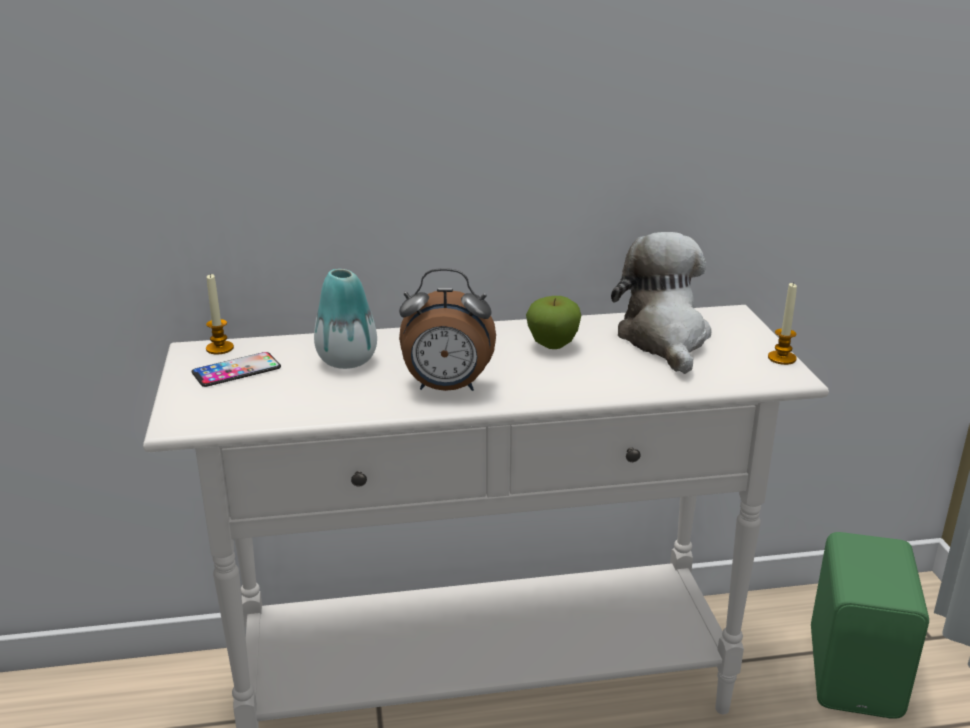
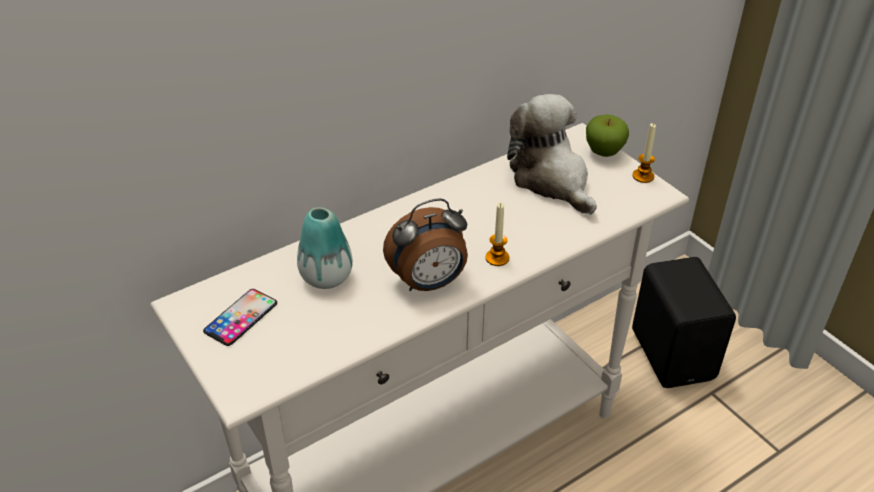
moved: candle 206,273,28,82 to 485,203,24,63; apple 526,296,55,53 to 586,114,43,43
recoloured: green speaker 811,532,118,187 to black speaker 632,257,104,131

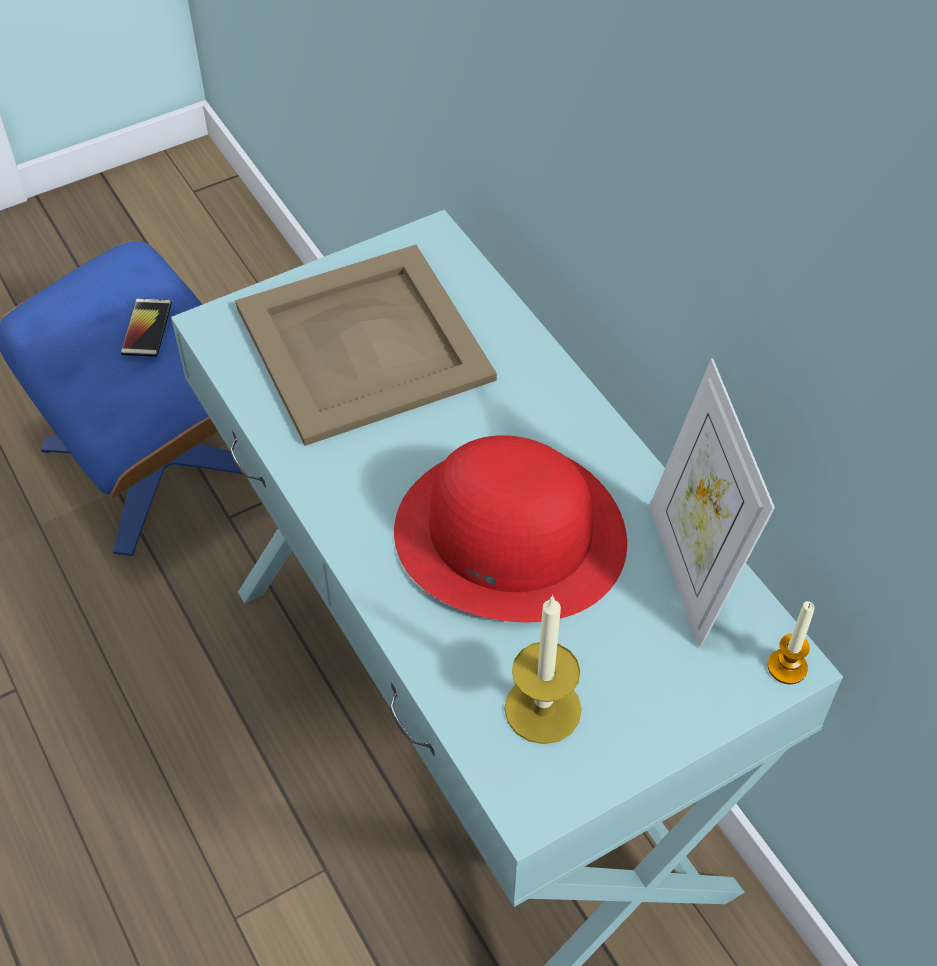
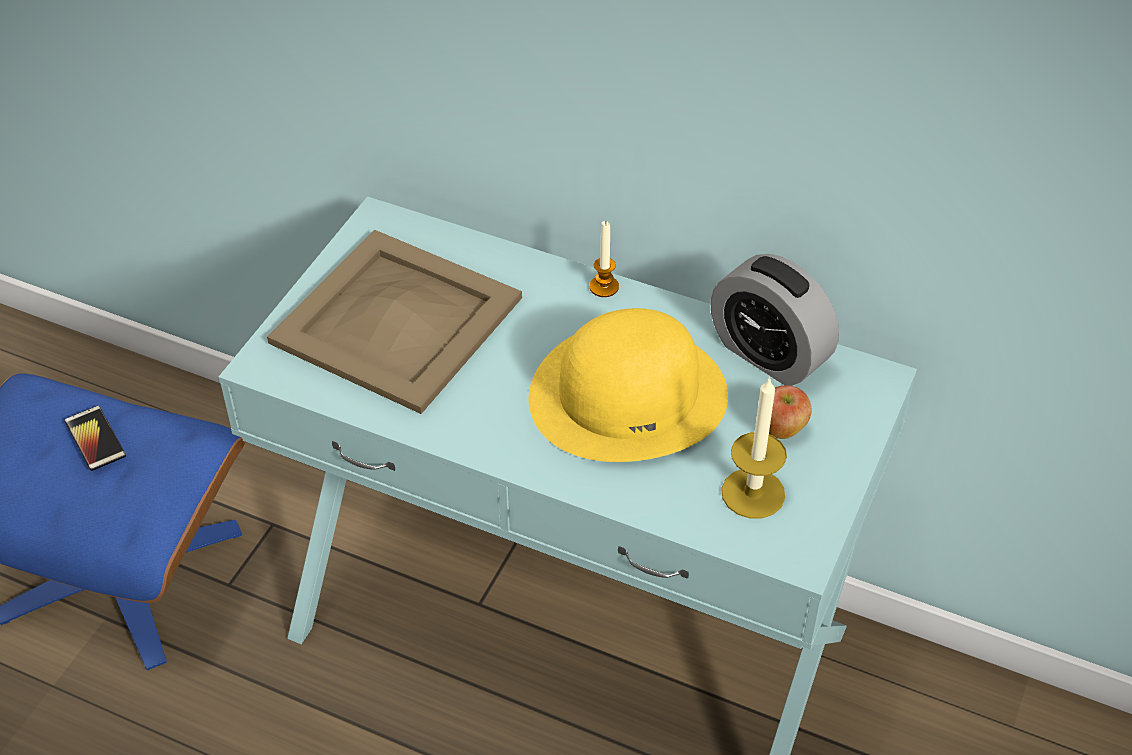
added: apple 769,385,43,54
moved: candle 768,601,47,83 to 589,221,30,76
replaced: picture frame 649,359,126,289 to alarm clock 710,254,129,132
recoloured: red hat 394,435,233,187 to yellow hat 529,308,199,154

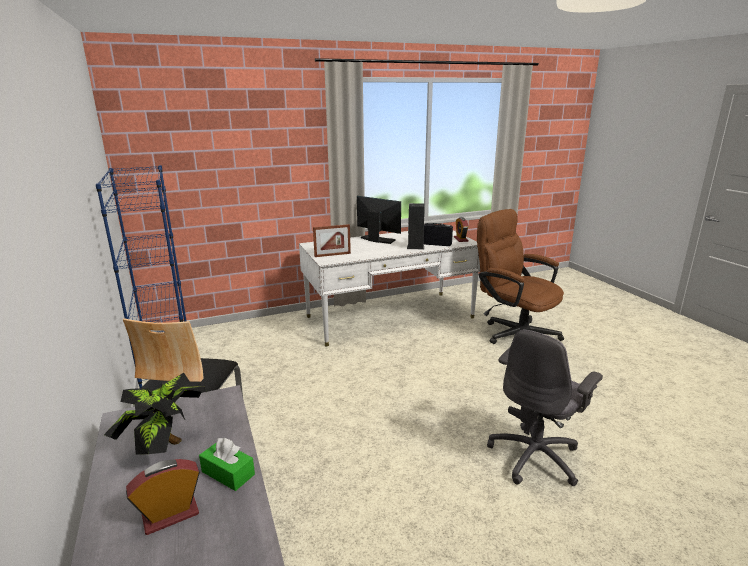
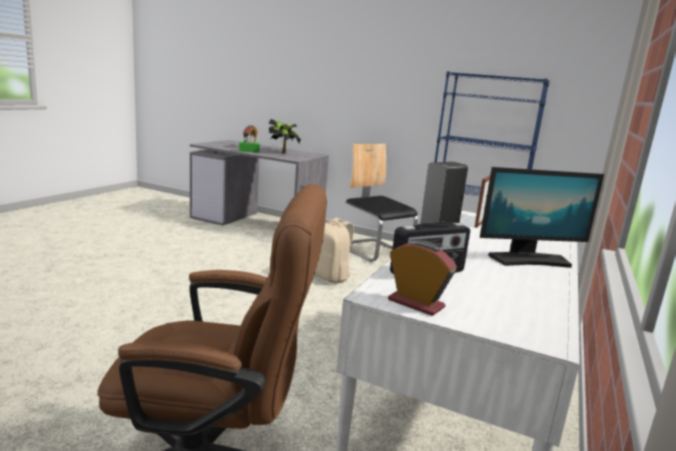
removed: grey office chair 487,330,116,156
added: beige backpack 315,218,39,65

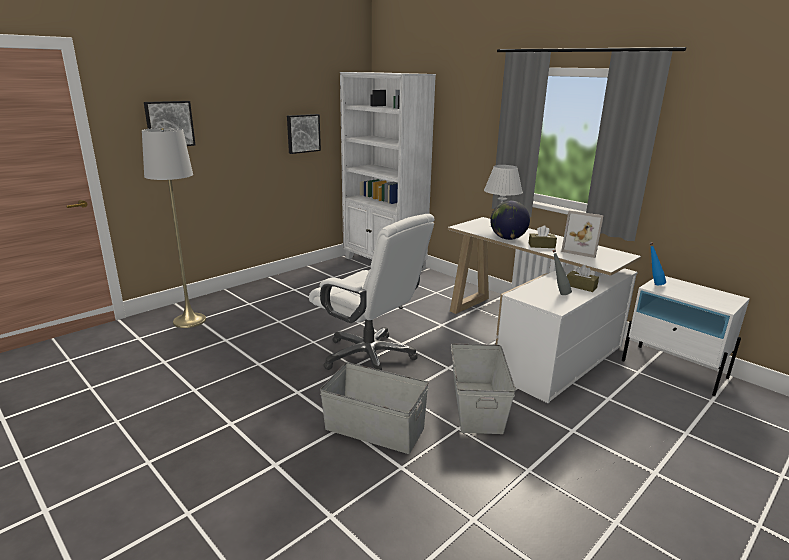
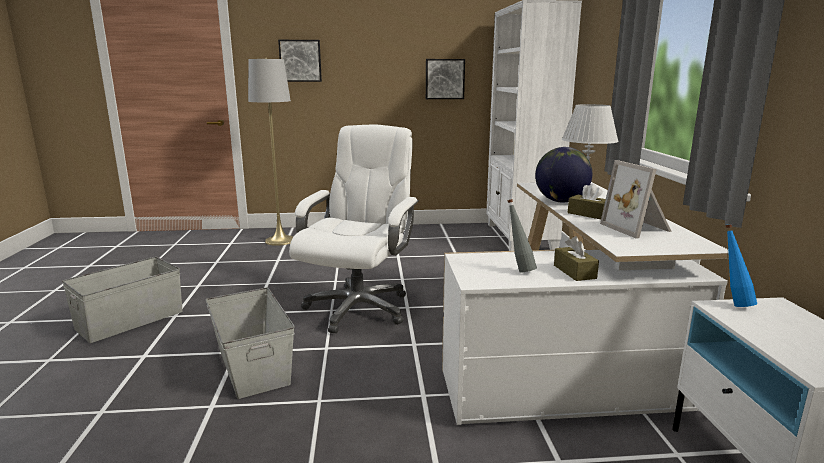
moved: grey storage box 451,343,65,91 to 62,257,121,86
turned: white office chair 309,214,126,156 = 289,125,130,208 150 degrees counterclockwise

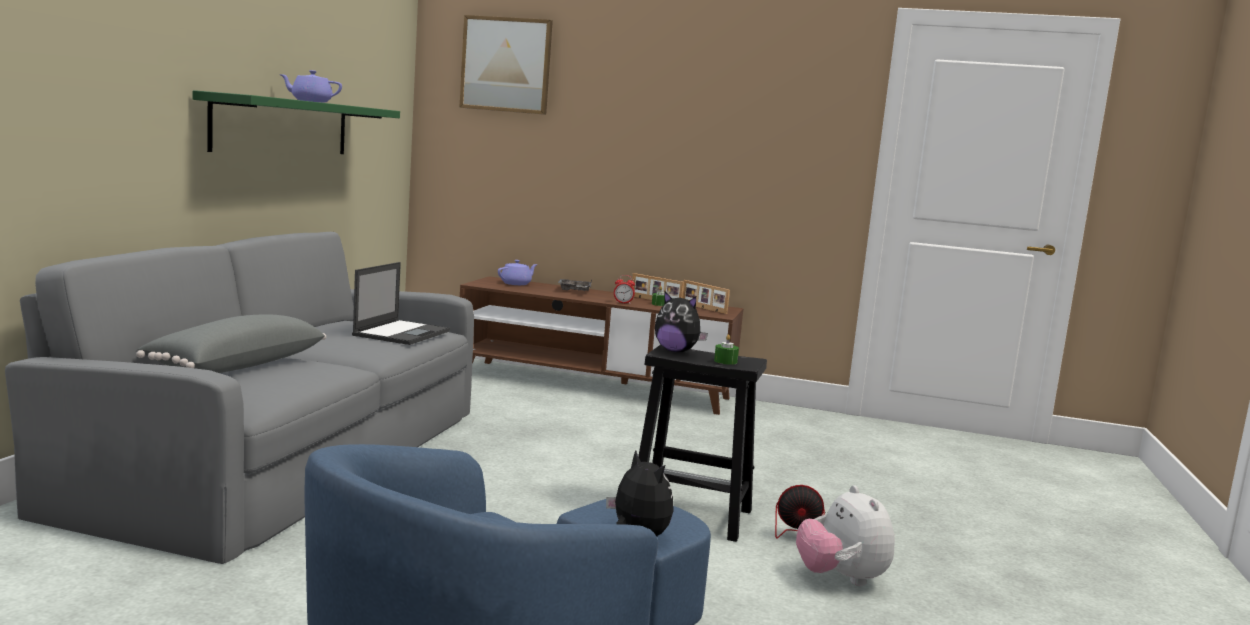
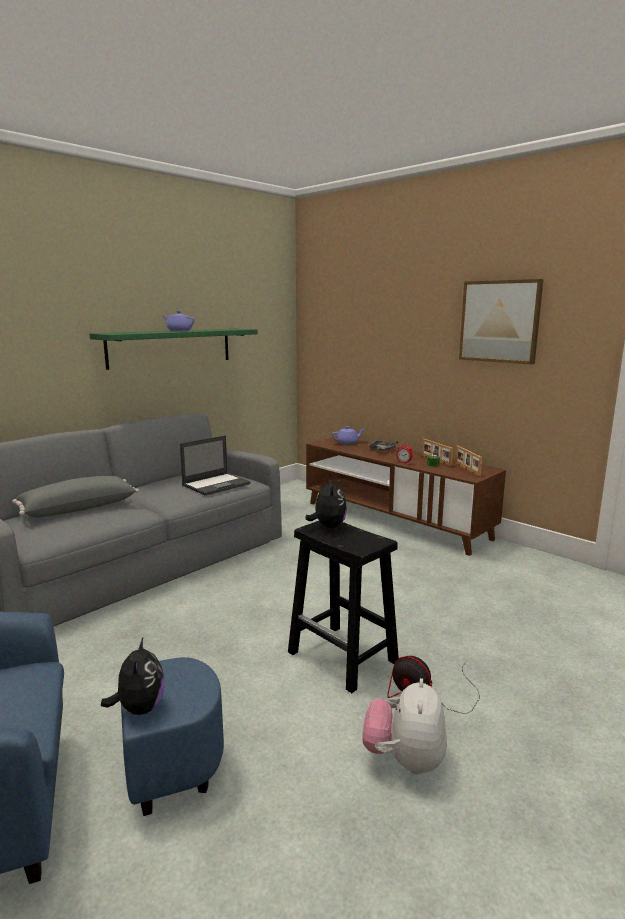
removed: green candle 714,334,25,31
moved: picture 459,15,94,100 to 459,279,84,86
turned: plush toy 655,291,53,61 = 305,478,42,50 150 degrees counterclockwise

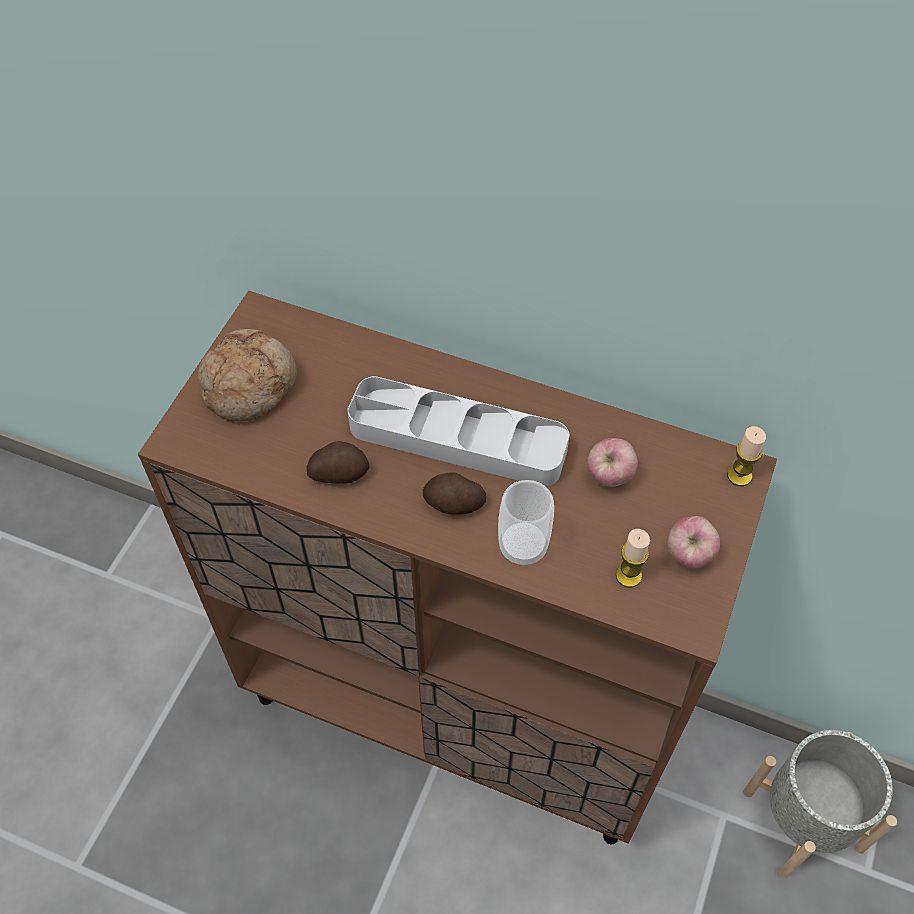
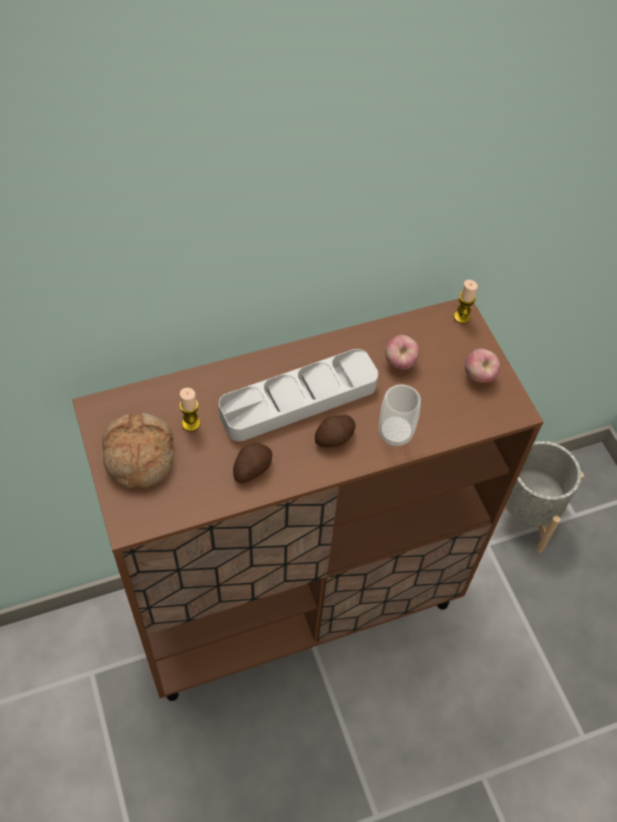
moved: candle 616,529,34,59 to 179,388,21,44

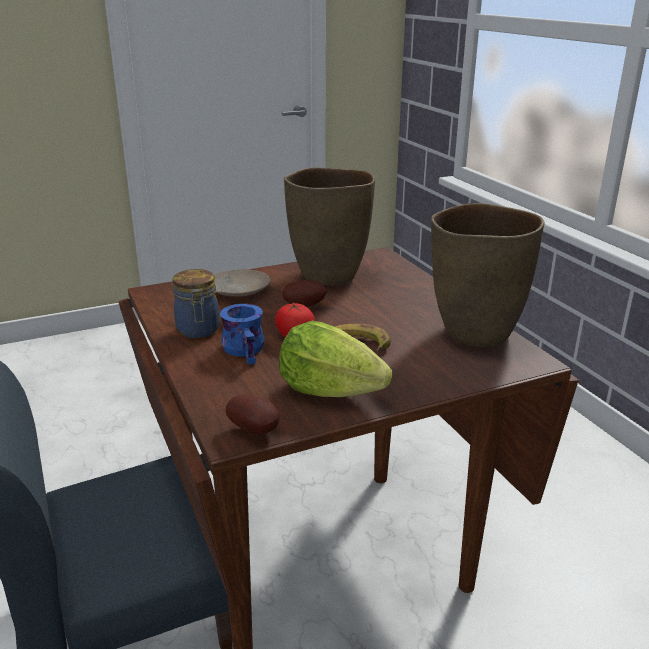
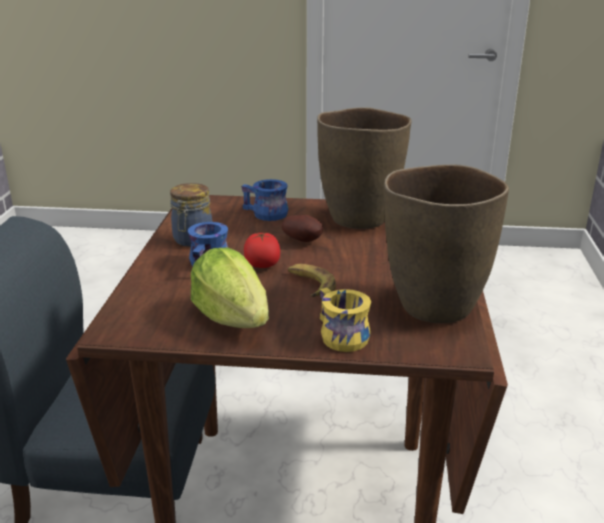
removed: potato 226,395,54,39
added: yellow mug 320,288,51,64
replaced: beige plate 214,269,57,28 to blue mug 241,179,47,42

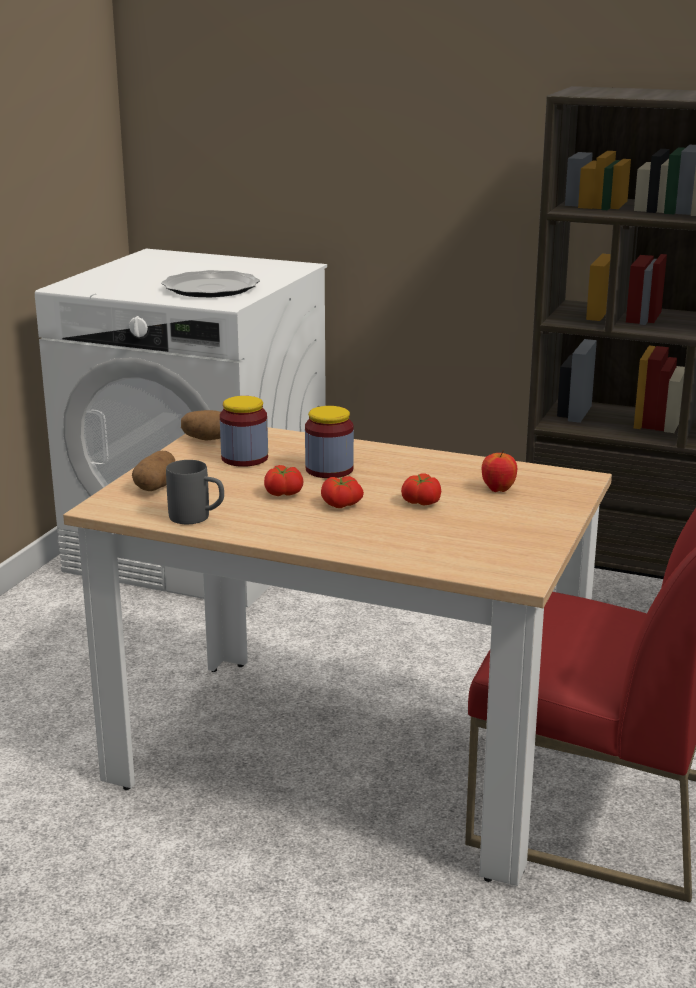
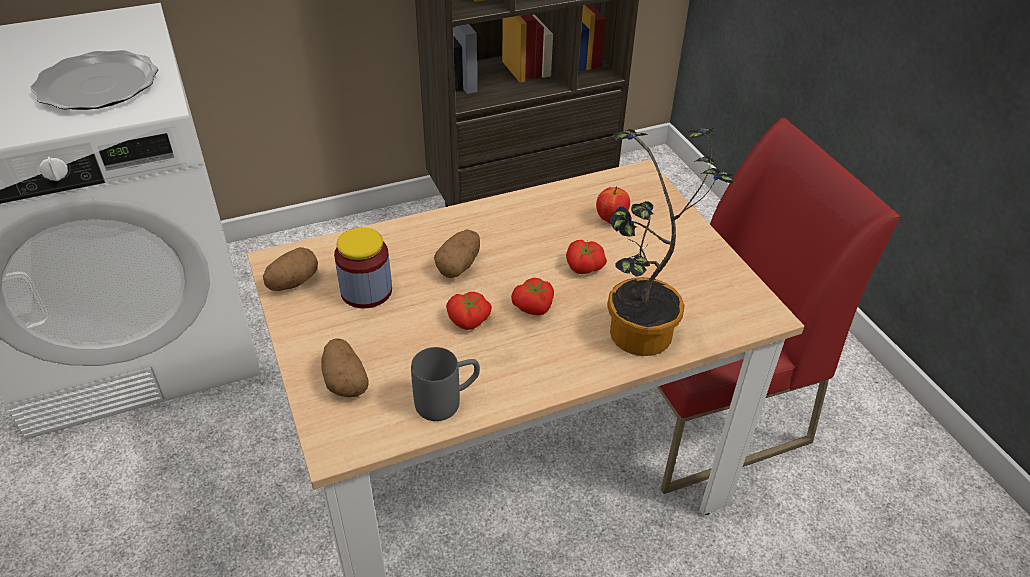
added: potted plant 607,128,127,228
replaced: jar 305,406,49,72 to potato 434,229,46,49

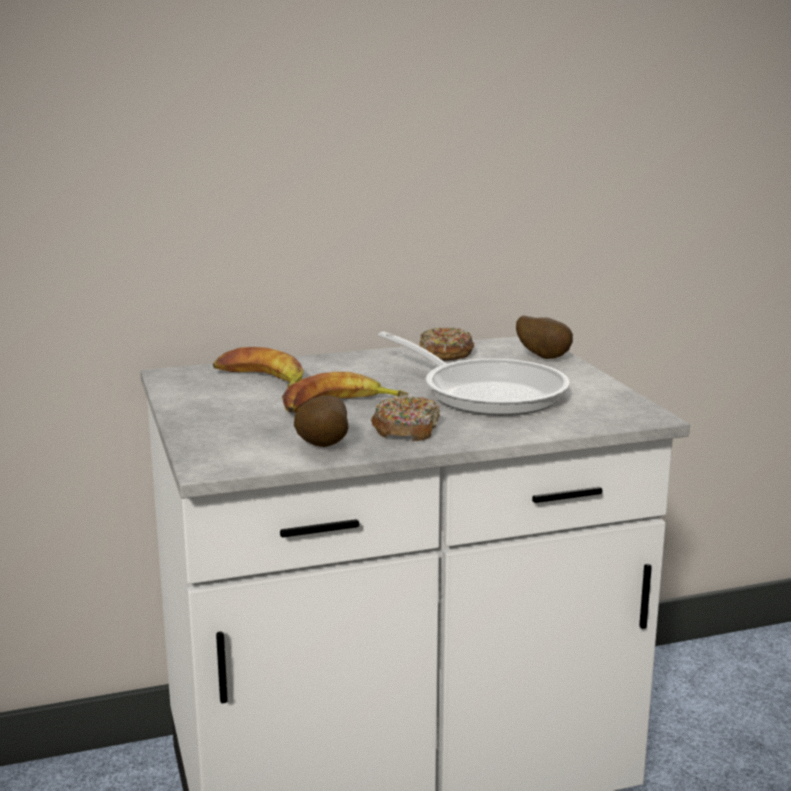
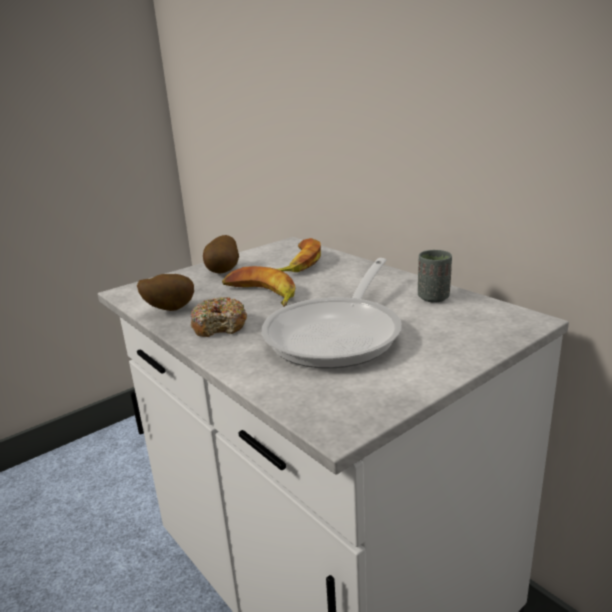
moved: potato 516,315,57,44 to 203,235,36,39
replaced: donut 419,327,55,34 to grey cup 418,250,34,52

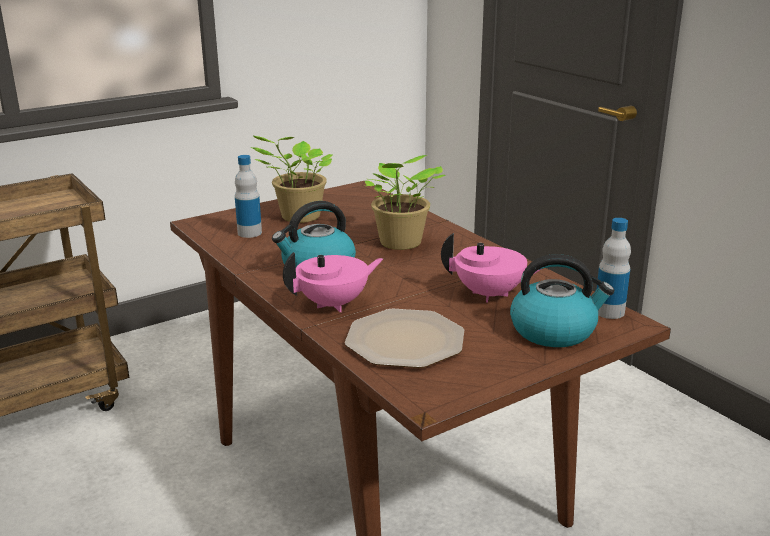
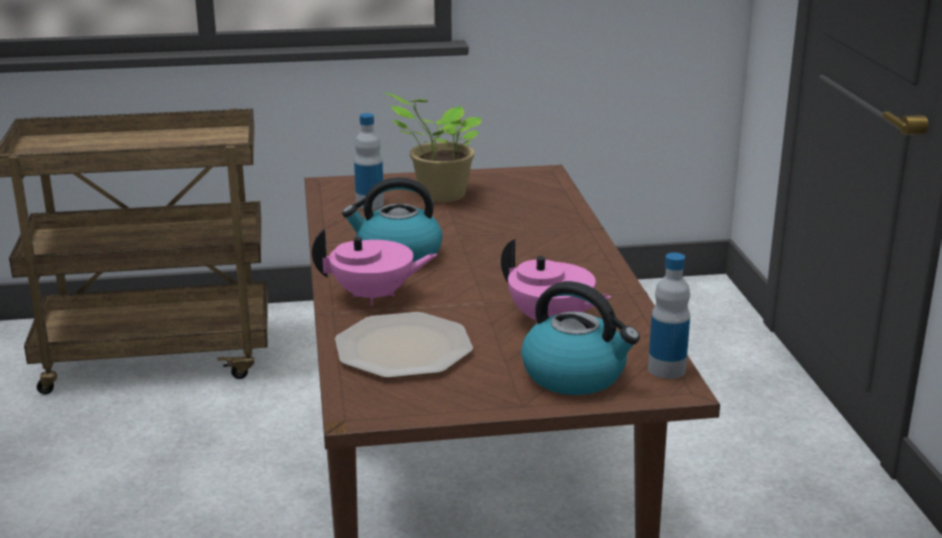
removed: potted plant 365,155,81,95

